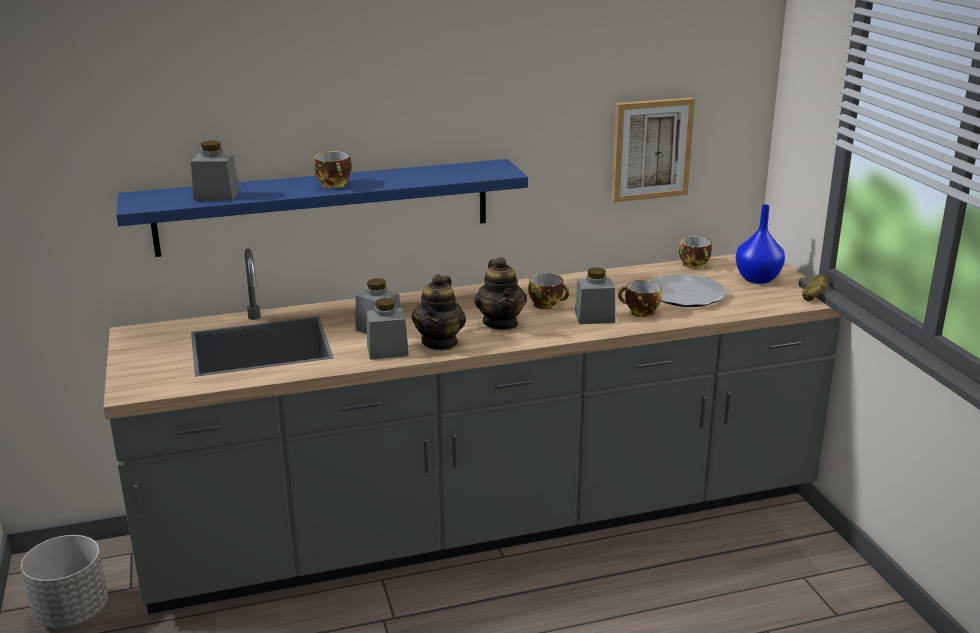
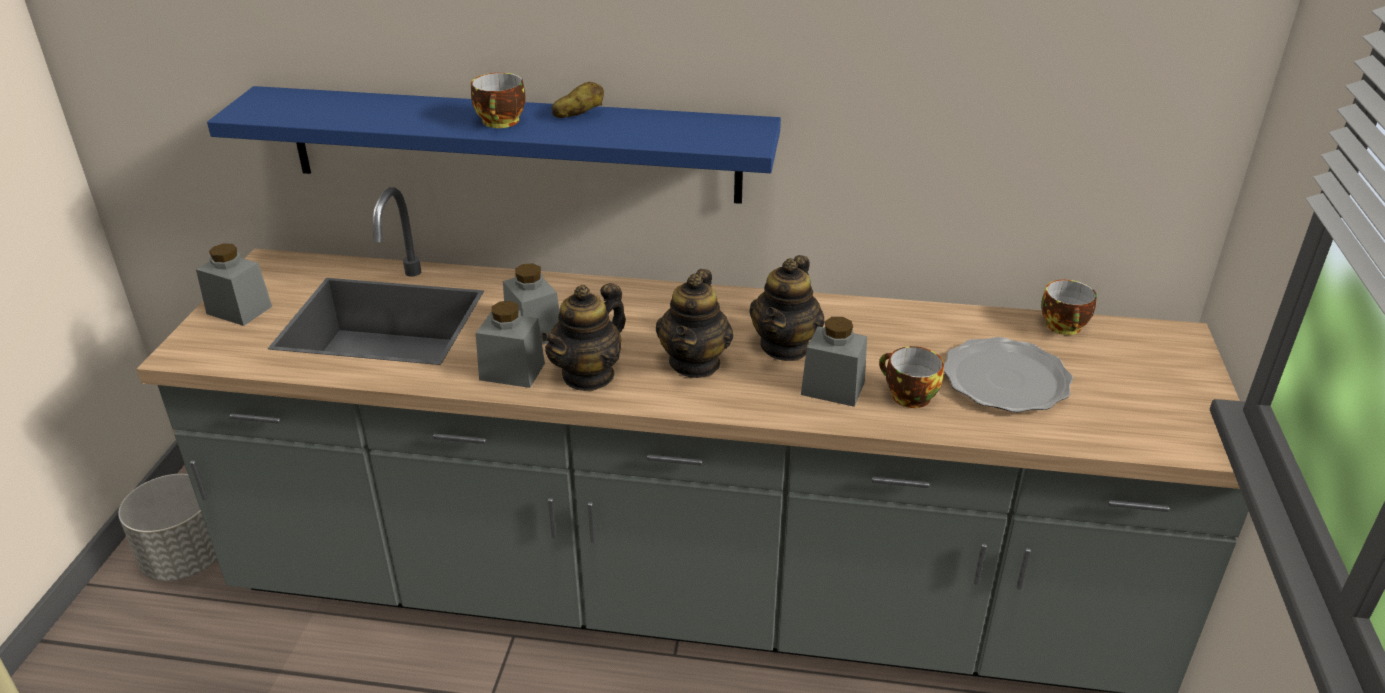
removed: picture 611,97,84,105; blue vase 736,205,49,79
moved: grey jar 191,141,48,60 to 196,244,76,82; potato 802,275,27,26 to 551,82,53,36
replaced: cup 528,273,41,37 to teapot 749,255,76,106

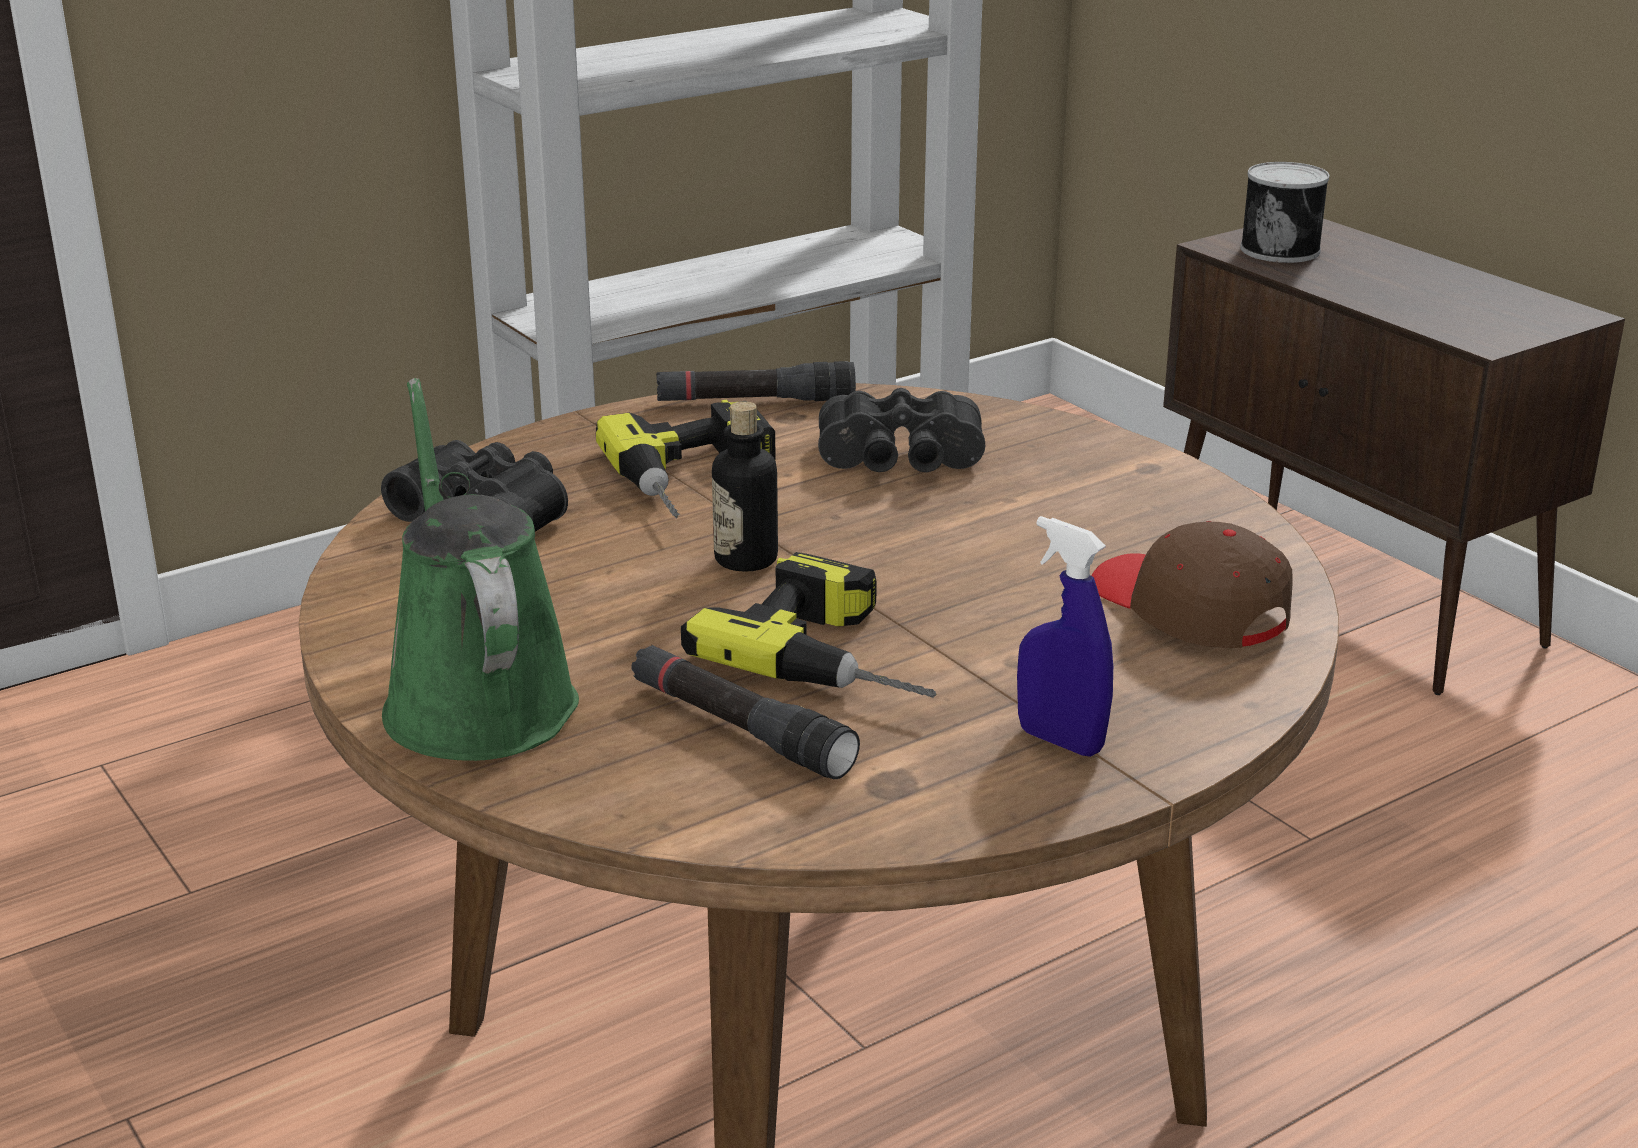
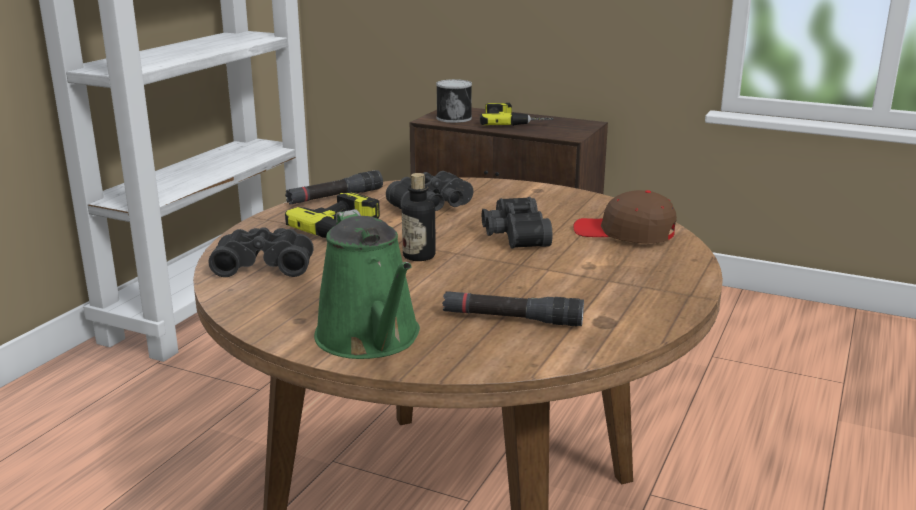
removed: blue spray bottle 1017,516,96,241
added: black binoculars 482,197,71,51
moved: power drill 681,552,255,146 to 480,103,74,23
turned: green watering can 382,378,197,383 = 314,209,106,150 150 degrees counterclockwise

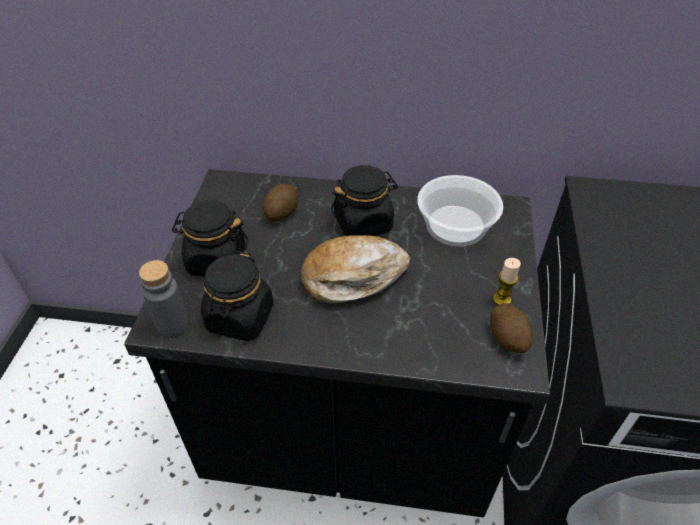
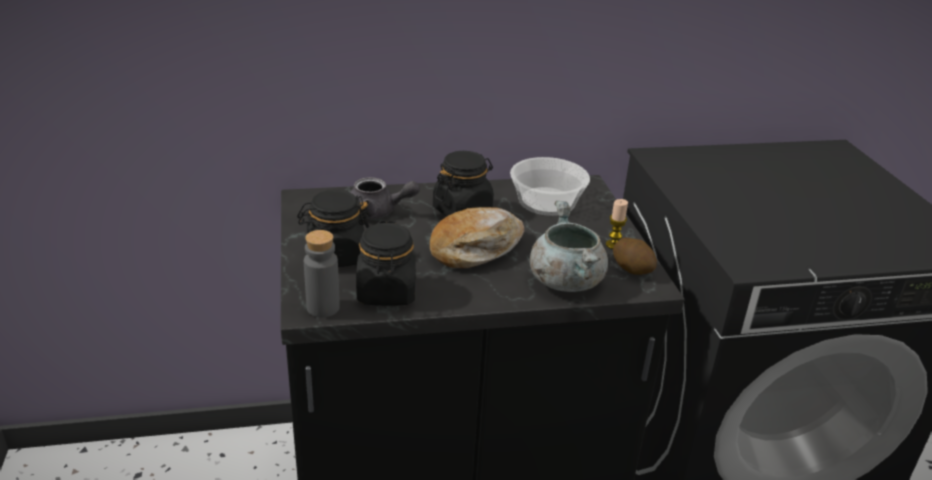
added: grey cooking pot 530,201,78,91
replaced: potato 263,184,35,37 to grey teapot 350,177,70,42

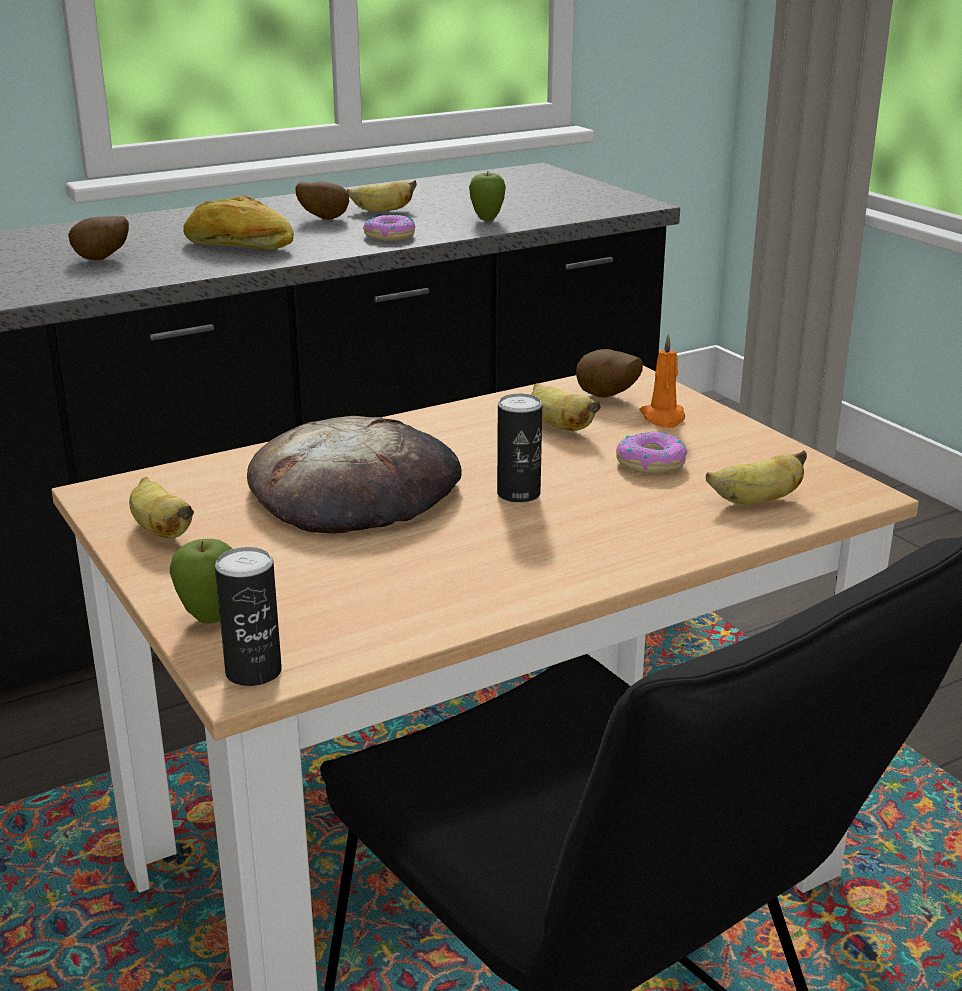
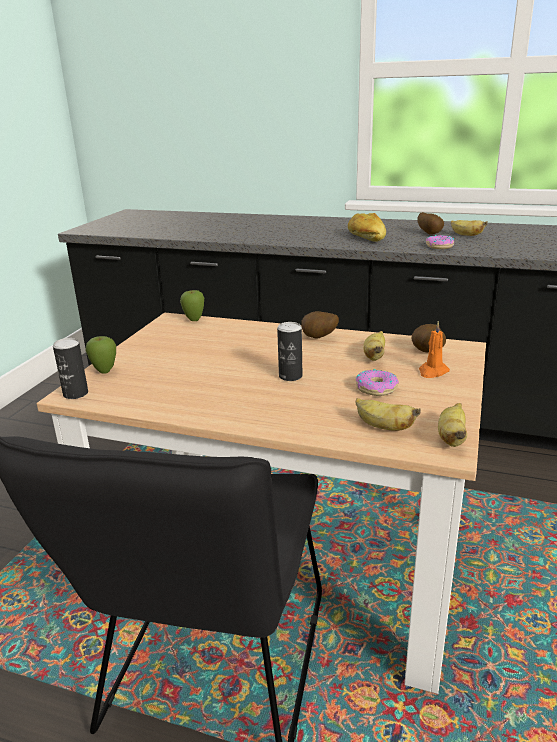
removed: bread 247,416,215,118
moved: potato 68,216,61,44 to 302,311,37,28; banana 129,477,65,61 to 438,403,29,44; apple 469,172,37,49 to 180,290,24,31

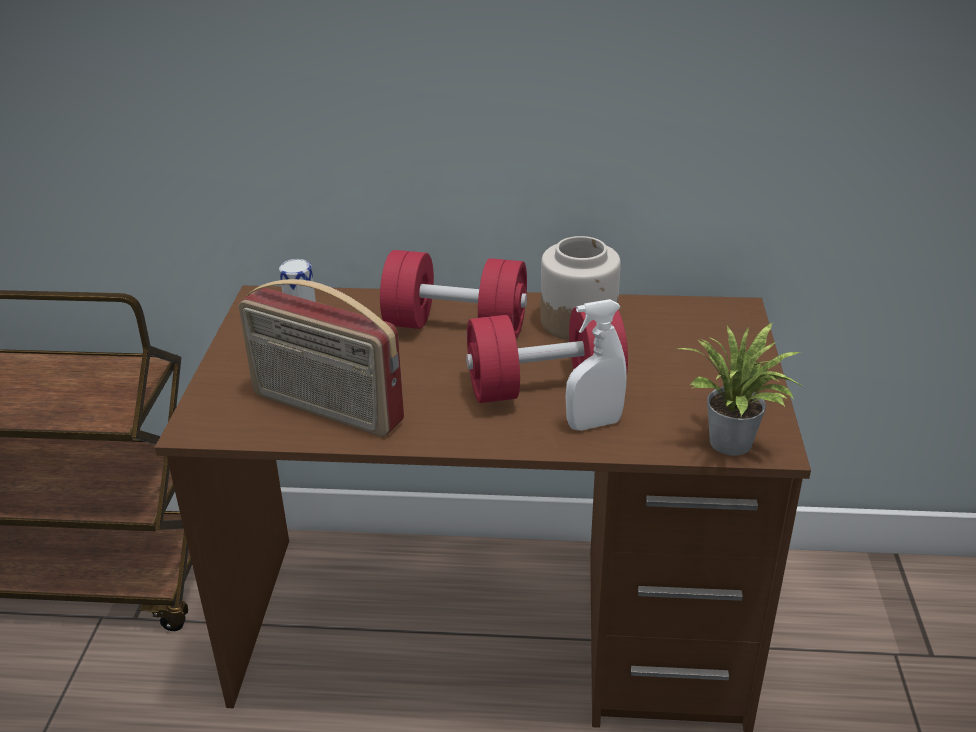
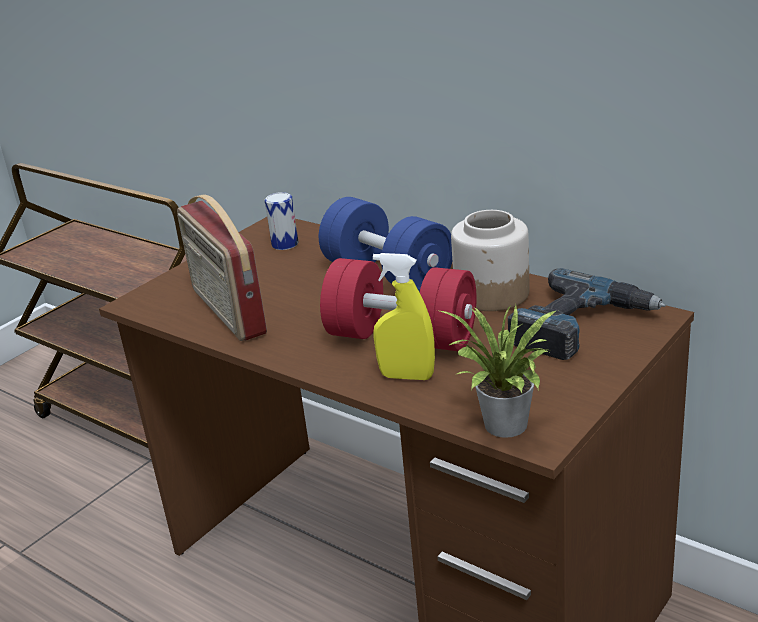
added: power drill 508,268,158,92
recoloured: red dumbbell 380,250,147,88 to blue dumbbell 319,197,133,95; white spray bottle 566,299,61,132 to yellow spray bottle 373,253,62,127

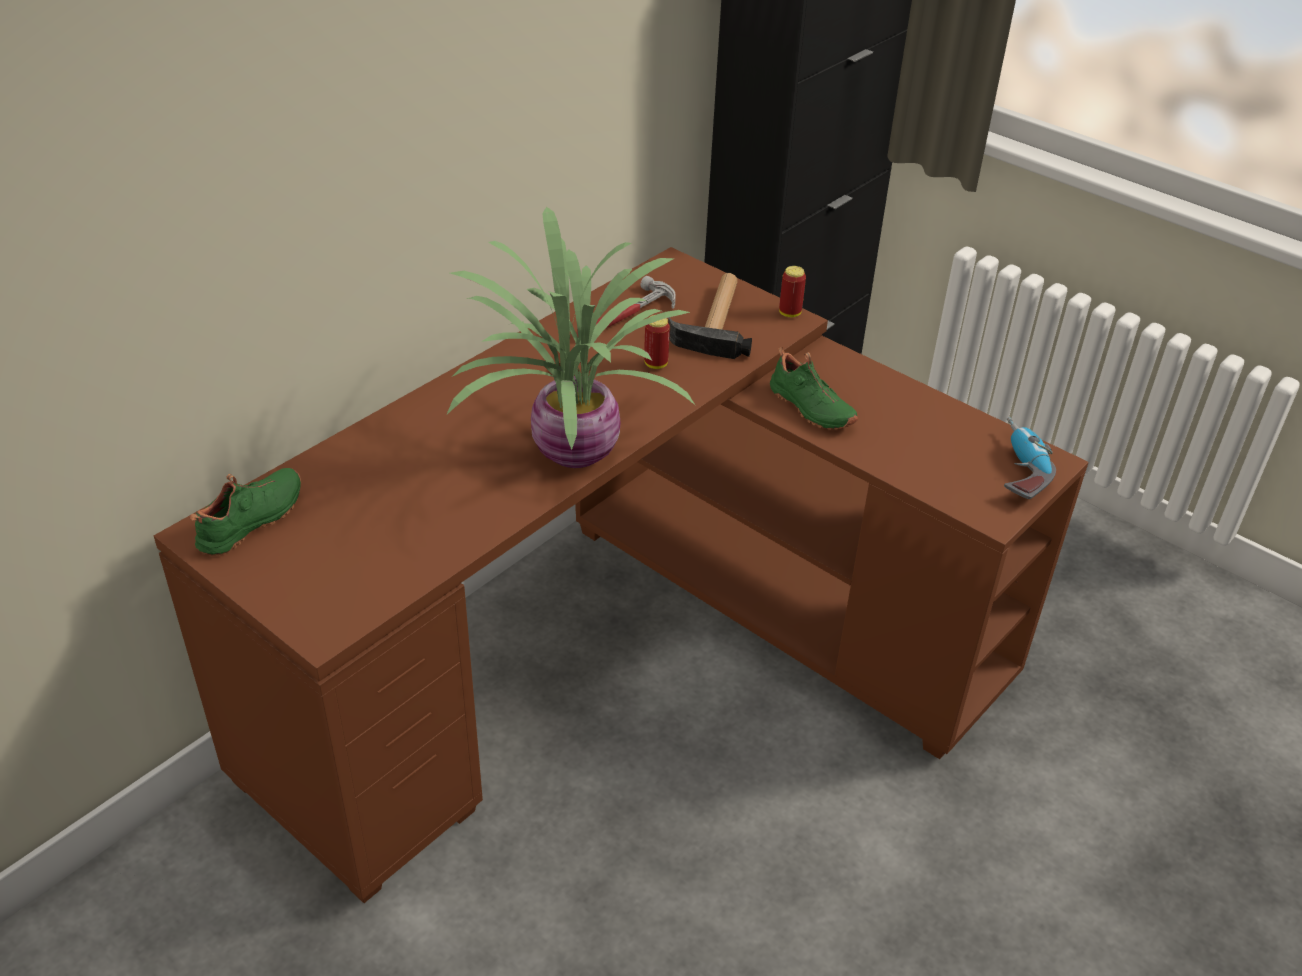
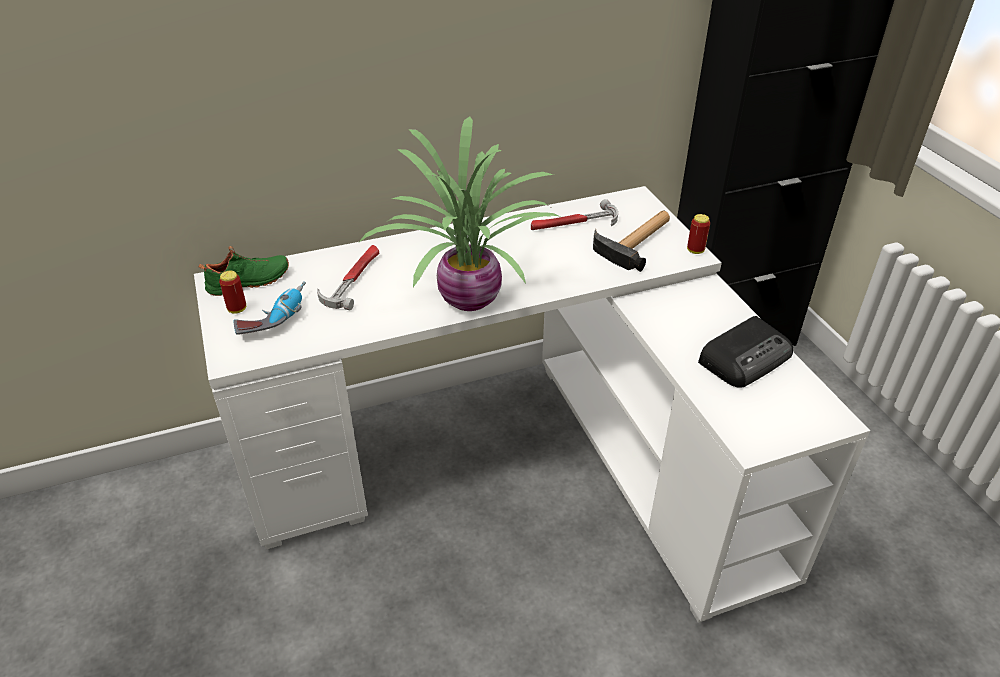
removed: green shoe 770,347,88,83
added: hammer 317,245,62,65; radio 698,316,95,72
moved: can 644,315,26,54 to 219,271,27,43; power drill 1004,417,52,82 to 234,281,72,54
recoloured: brown desk 154,247,935,656 to white desk 194,186,676,437

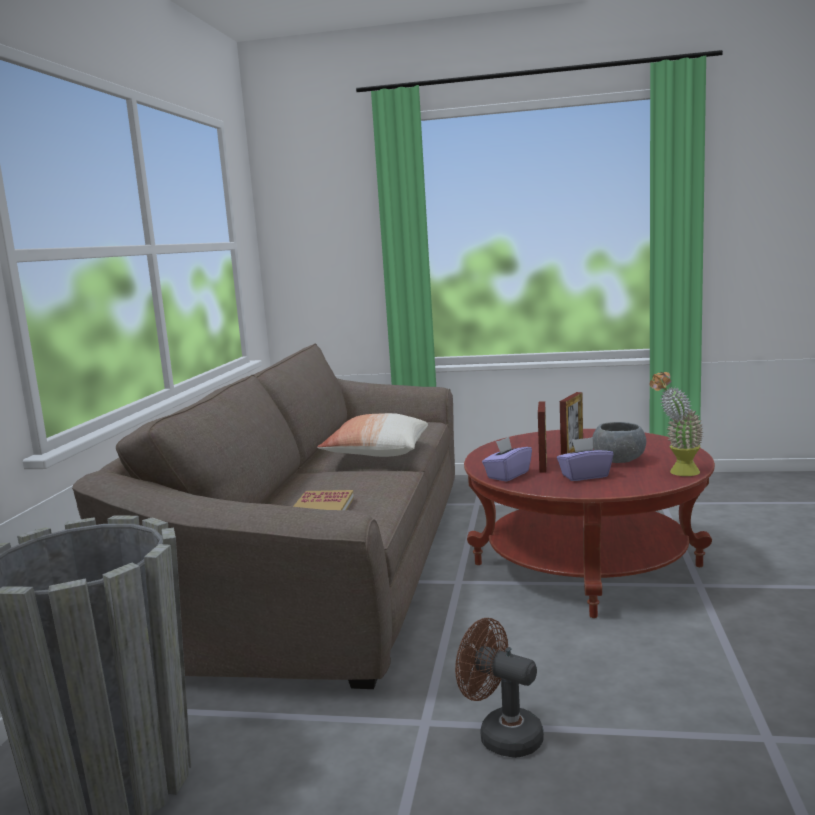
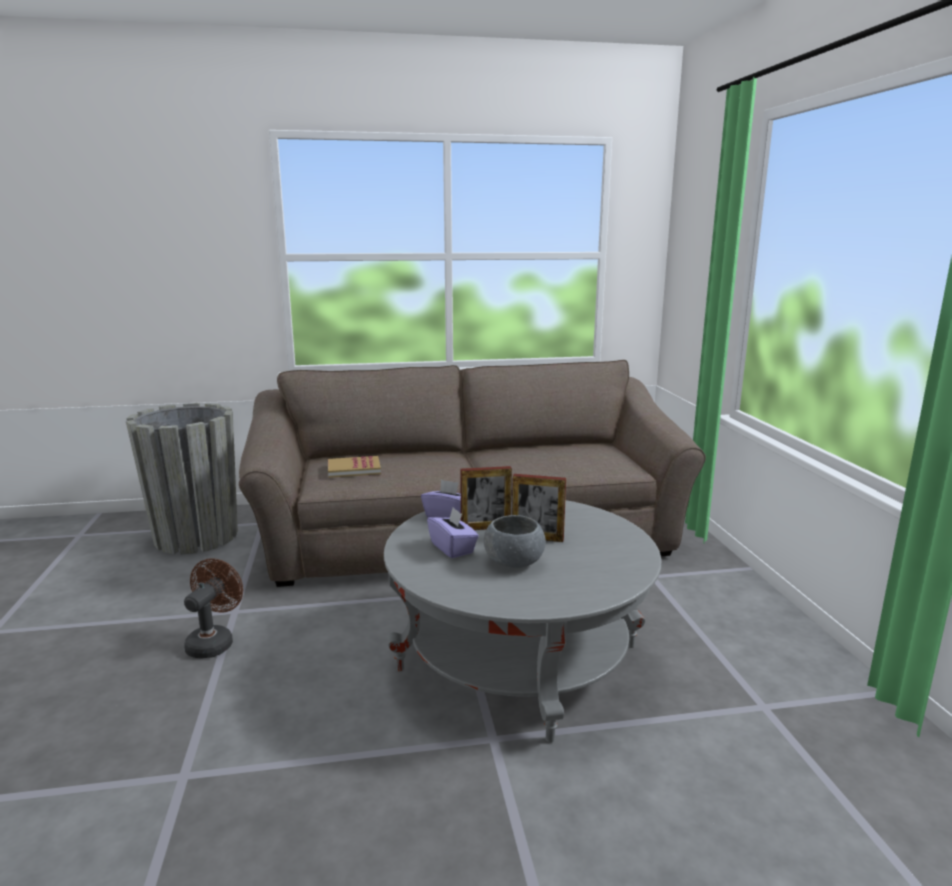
removed: pillow 317,413,111,44; potted plant 649,372,54,104
recoloured: red coffee table 464,429,251,189 to grey coffee table 384,496,278,247

